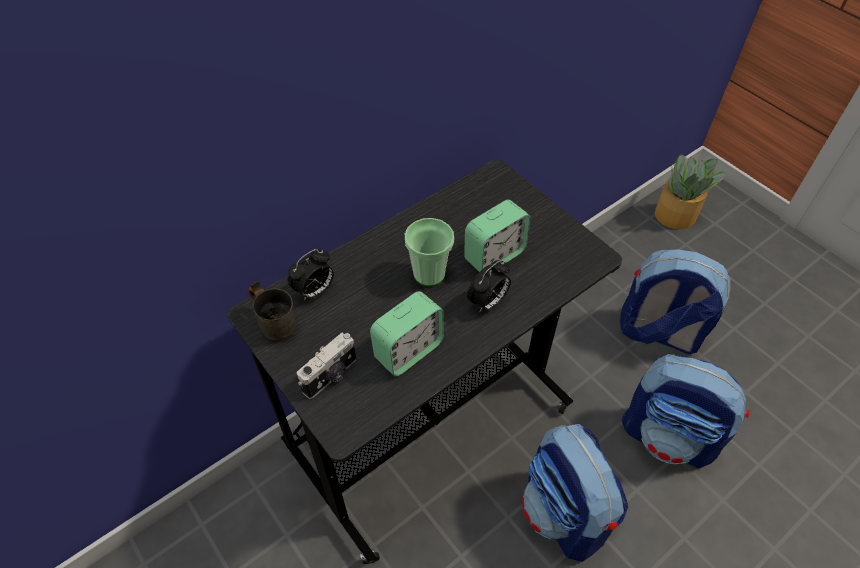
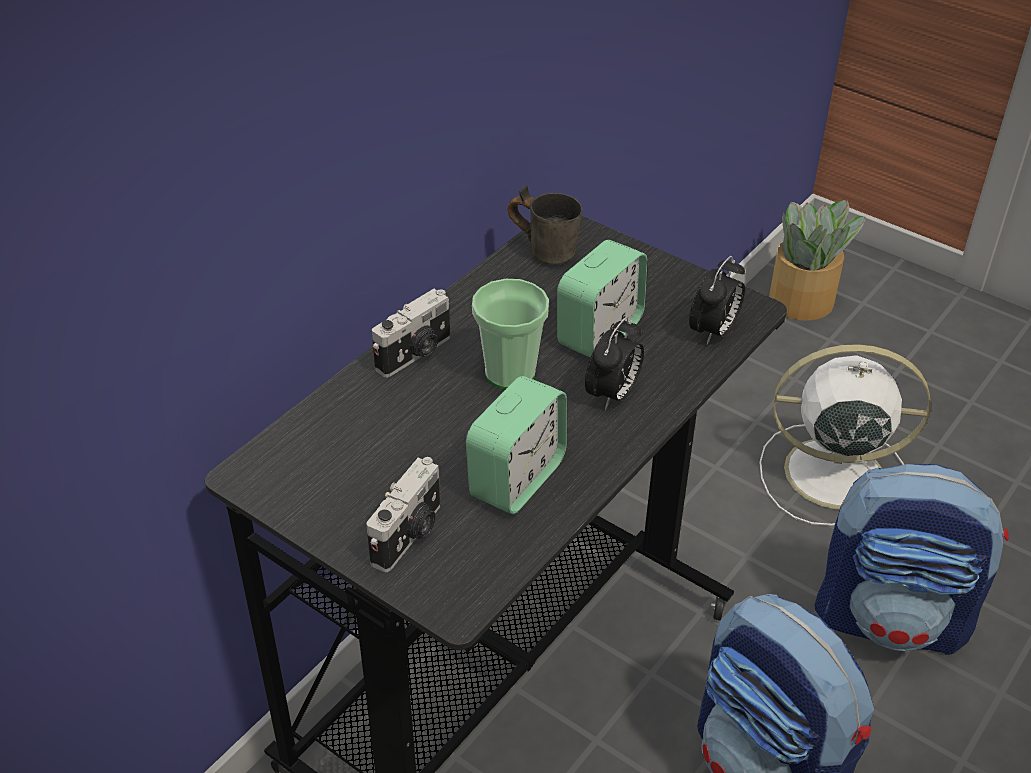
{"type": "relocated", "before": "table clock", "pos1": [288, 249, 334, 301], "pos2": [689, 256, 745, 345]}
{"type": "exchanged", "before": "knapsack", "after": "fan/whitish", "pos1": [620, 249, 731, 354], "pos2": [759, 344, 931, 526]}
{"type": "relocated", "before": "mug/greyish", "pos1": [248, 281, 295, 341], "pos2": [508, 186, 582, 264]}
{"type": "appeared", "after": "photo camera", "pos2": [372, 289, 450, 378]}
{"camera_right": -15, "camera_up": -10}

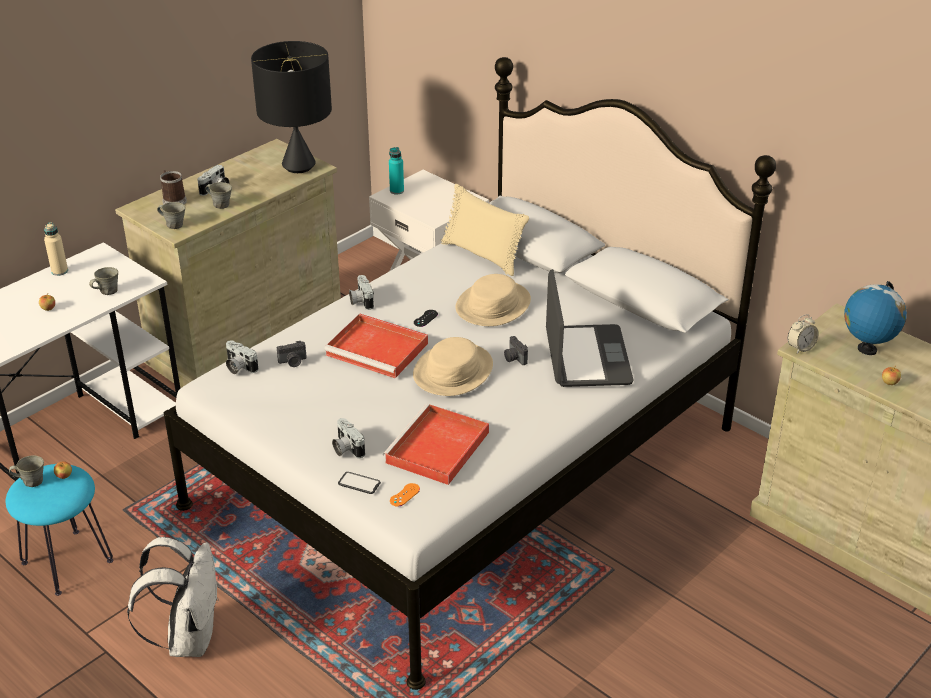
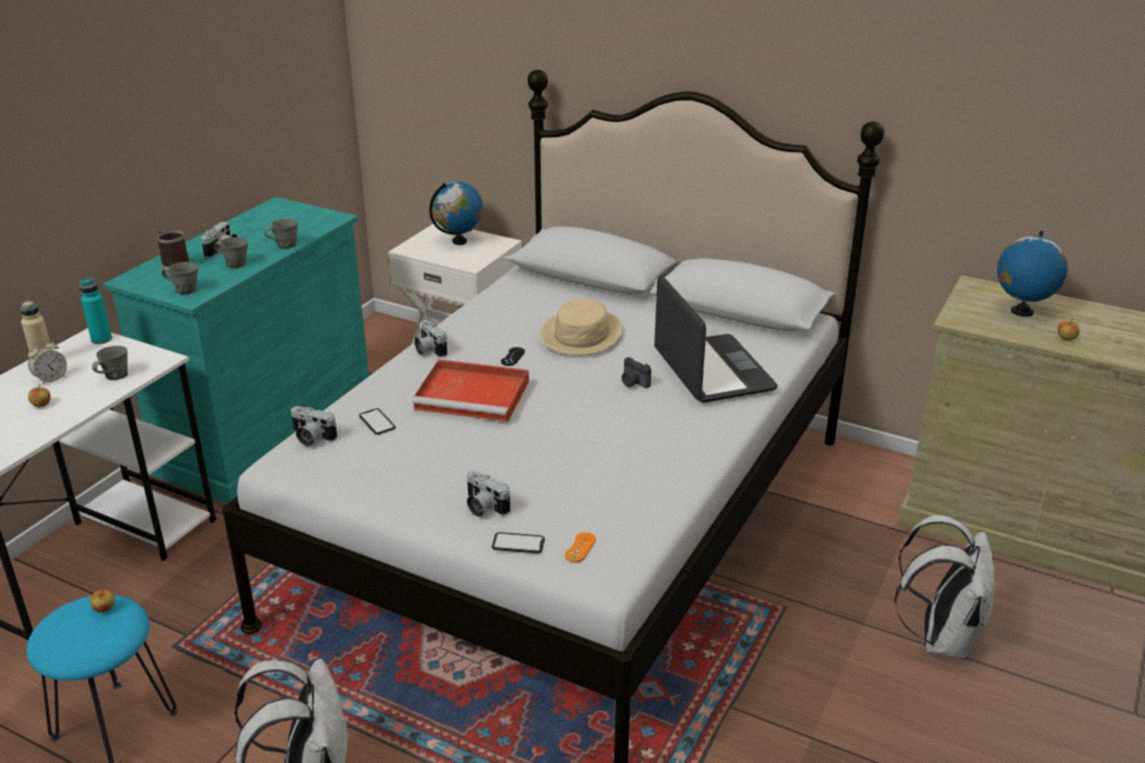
{"type": "missing", "before": "lamp for a table/blackish", "pos1": [251, 41, 332, 173]}
{"type": "colour", "before": "dresser/sand-coloured", "after": "dresser/blue-green", "pos1": [115, 139, 341, 388], "pos2": [103, 197, 369, 504]}
{"type": "relocated", "before": "bottle/blue-green", "pos1": [389, 147, 404, 195], "pos2": [79, 278, 112, 344]}
{"type": "missing", "before": "pillow/sand-coloured", "pos1": [441, 184, 529, 276]}
{"type": "relocated", "before": "table clock", "pos1": [788, 314, 819, 353], "pos2": [28, 339, 67, 385]}
{"type": "missing", "before": "wearable hat/sand-coloured", "pos1": [413, 337, 493, 396]}
{"type": "exchanged", "before": "photo camera", "after": "telephone", "pos1": [277, 341, 307, 367], "pos2": [359, 408, 395, 435]}
{"type": "missing", "before": "tray/red-coloured", "pos1": [383, 404, 489, 485]}
{"type": "relocated", "before": "mug/greyish", "pos1": [9, 455, 44, 487], "pos2": [264, 219, 298, 248]}
{"type": "appeared", "after": "world globe", "pos2": [429, 182, 483, 245]}
{"type": "appeared", "after": "knapsack/whitish", "pos2": [894, 515, 995, 660]}
{"camera_right": -15, "camera_up": -5}

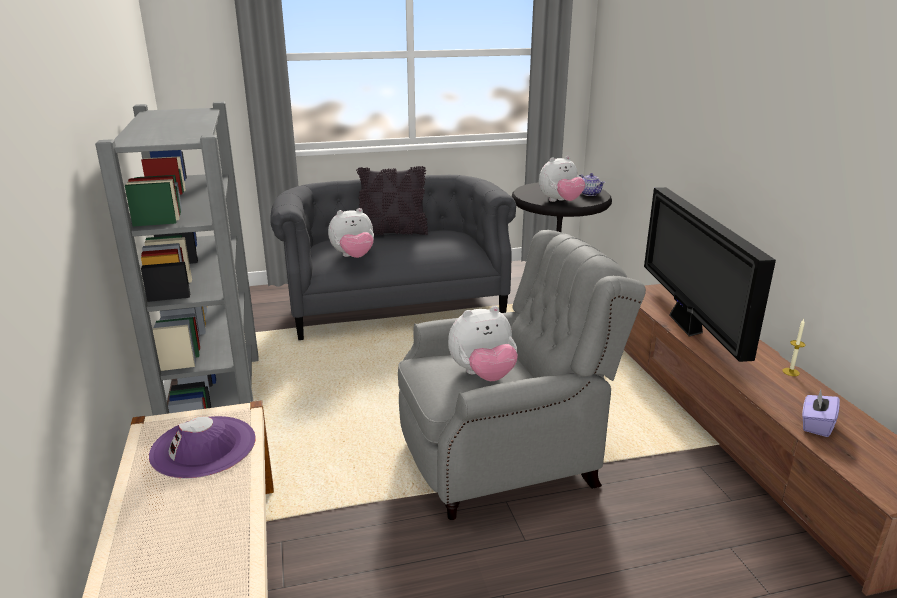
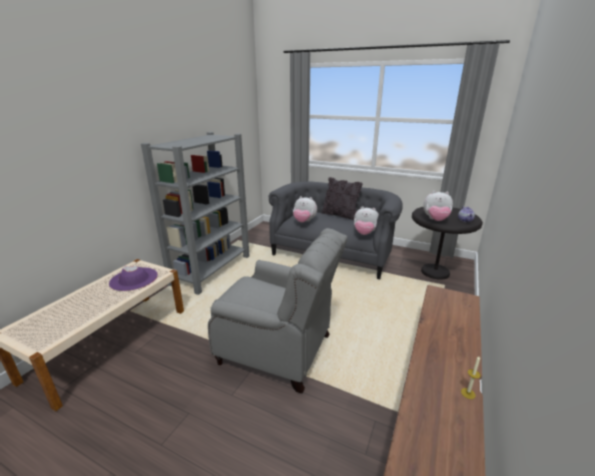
{"type": "missing", "before": "TV set", "pos1": [644, 187, 776, 362]}
{"type": "relocated", "before": "soft toy", "pos1": [448, 306, 518, 381], "pos2": [354, 206, 379, 235]}
{"type": "missing", "before": "tissue box/purplish", "pos1": [802, 389, 840, 437]}
{"camera_right": 40, "camera_up": 0}

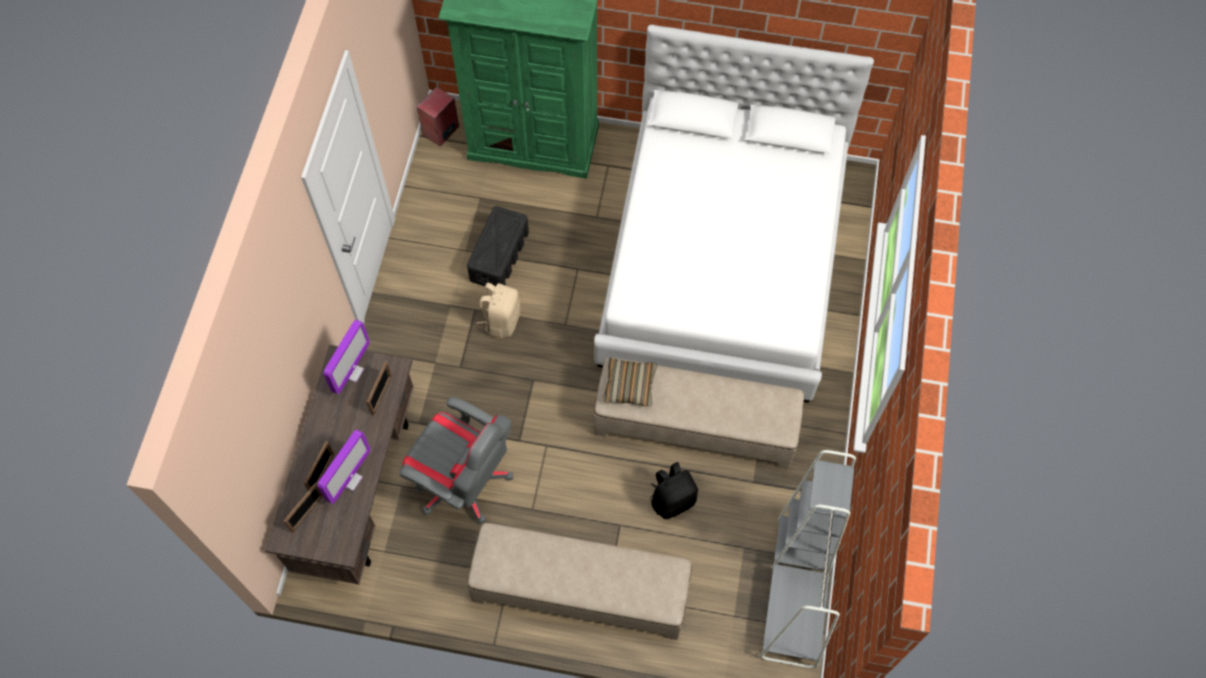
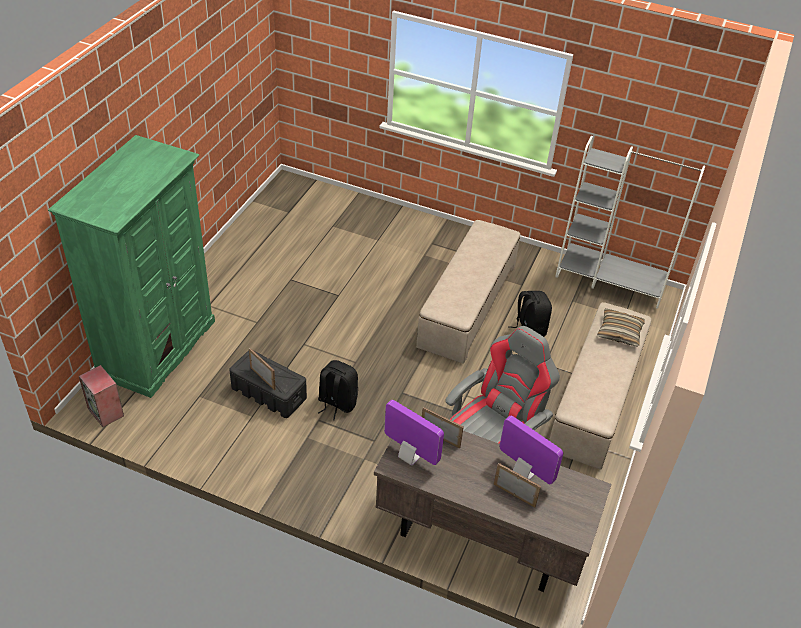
{"type": "missing", "before": "sleeping bed/whitish", "pos1": [594, 24, 874, 403]}
{"type": "colour", "before": "knapsack/sand-coloured", "after": "knapsack/blackish", "pos1": [477, 282, 520, 338], "pos2": [318, 360, 358, 420]}
{"type": "relocated", "before": "pillow", "pos1": [603, 358, 657, 406], "pos2": [597, 309, 645, 346]}
{"type": "relocated", "before": "standing frame", "pos1": [283, 482, 323, 533], "pos2": [249, 348, 276, 390]}
{"camera_right": -80, "camera_up": -20}

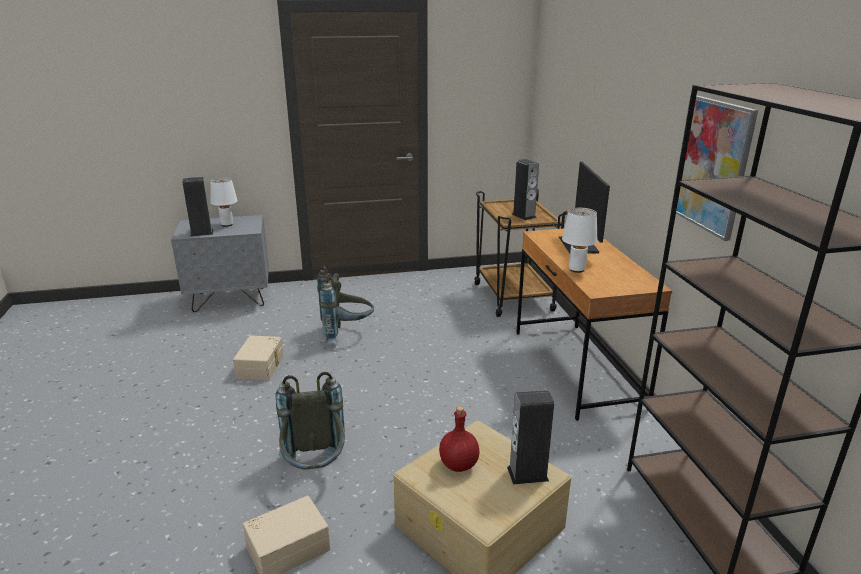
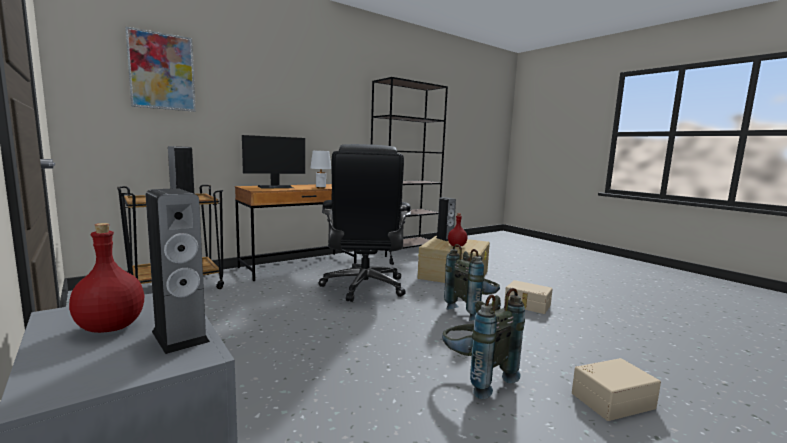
{"type": "relocated", "before": "wall art", "pos1": [671, 95, 758, 241], "pos2": [125, 27, 196, 112]}
{"type": "exchanged", "before": "lamp for a table/whitish", "after": "bottle/red-coloured", "pos1": [210, 178, 238, 227], "pos2": [69, 223, 145, 333]}
{"type": "relocated", "before": "knapsack/greyish", "pos1": [317, 266, 374, 344], "pos2": [442, 288, 525, 399]}
{"type": "relocated", "before": "storage bin/sand-coloured", "pos1": [233, 336, 284, 380], "pos2": [572, 358, 661, 421]}
{"type": "appeared", "after": "office chair/blackish", "pos2": [319, 144, 411, 302]}
{"camera_right": -115, "camera_up": -15}

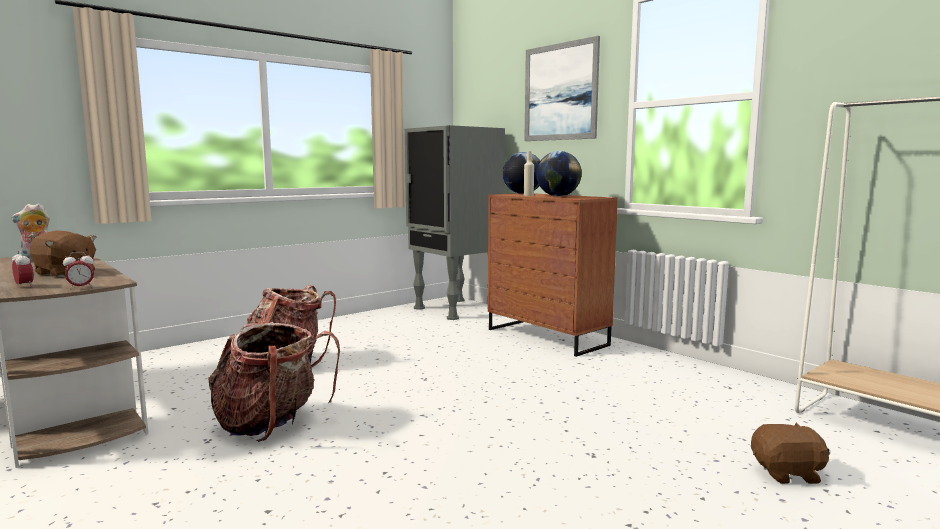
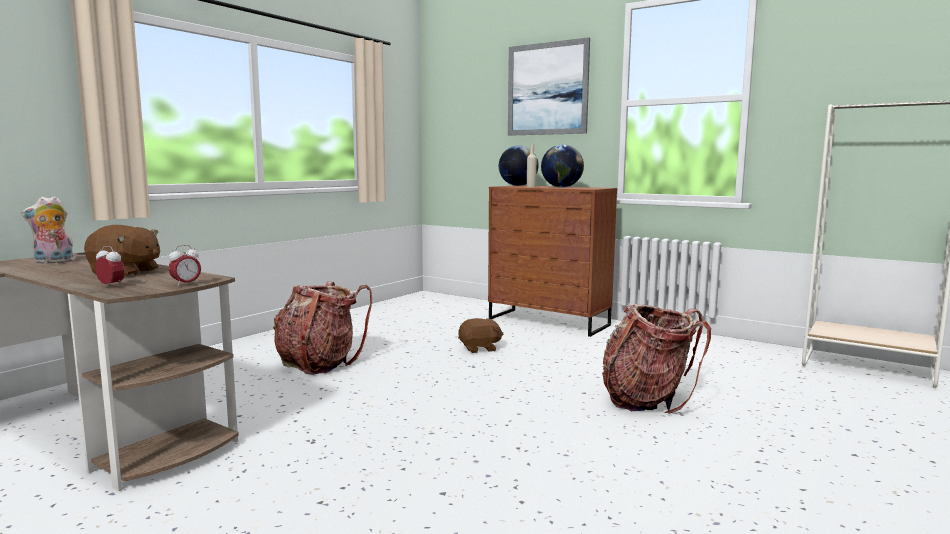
{"type": "missing", "before": "cabinet/greyish", "pos1": [405, 125, 505, 320]}
{"type": "relocated", "before": "knapsack", "pos1": [208, 322, 340, 442], "pos2": [602, 304, 711, 414]}
{"type": "relocated", "before": "soft toy/brown", "pos1": [751, 422, 830, 484], "pos2": [458, 318, 504, 353]}
{"camera_right": -15, "camera_up": 0}

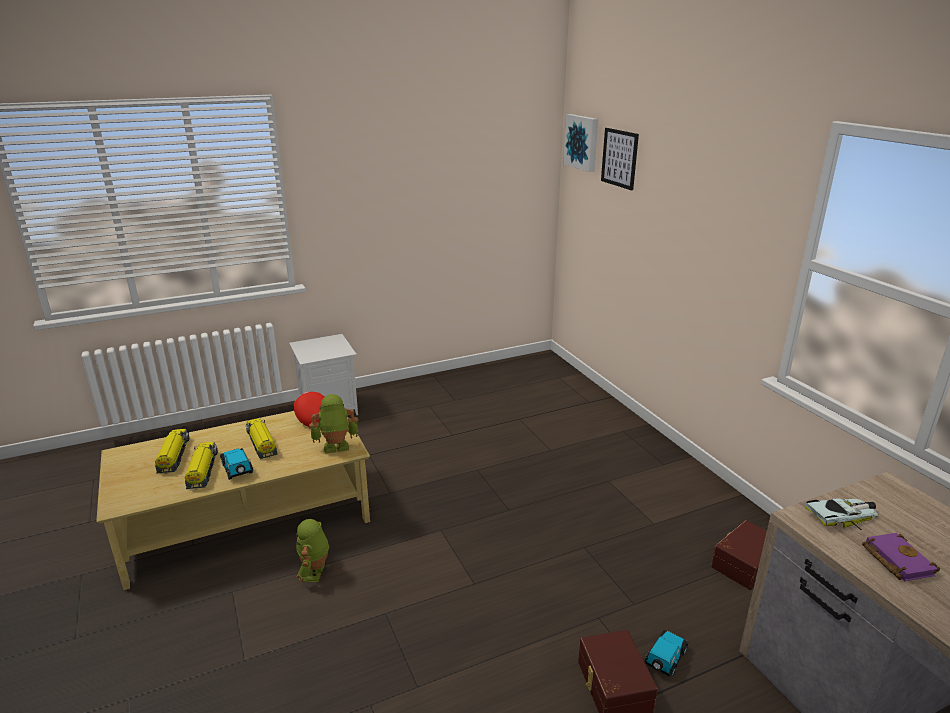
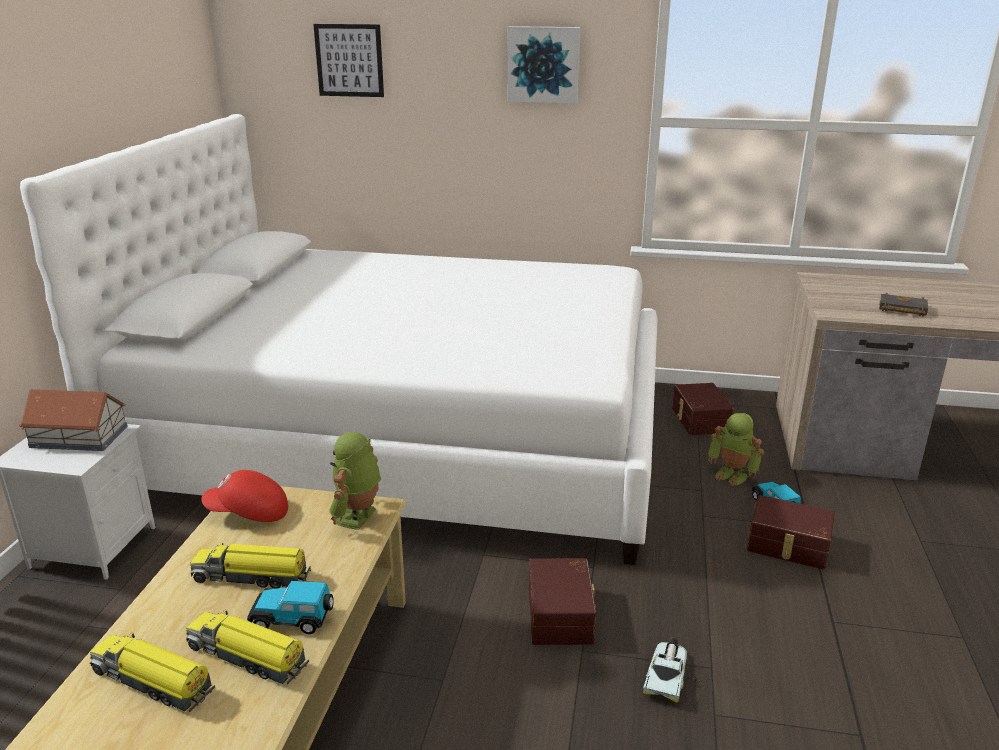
{"type": "relocated", "before": "wall art", "pos1": [563, 114, 598, 172], "pos2": [508, 26, 580, 103]}
{"type": "relocated", "before": "toy car", "pos1": [805, 498, 878, 530], "pos2": [643, 638, 700, 703]}
{"type": "relocated", "before": "model robot", "pos1": [296, 519, 329, 582], "pos2": [708, 413, 764, 486]}
{"type": "colour", "before": "book/purplish", "after": "book/blackish", "pos1": [862, 533, 940, 581], "pos2": [879, 293, 928, 316]}
{"type": "appeared", "after": "sleeping bed/whitish", "pos2": [20, 114, 658, 565]}
{"type": "appeared", "after": "miniature house", "pos2": [19, 389, 127, 451]}
{"type": "appeared", "after": "storage bin/brown", "pos2": [529, 558, 596, 645]}
{"camera_right": -55, "camera_up": 0}

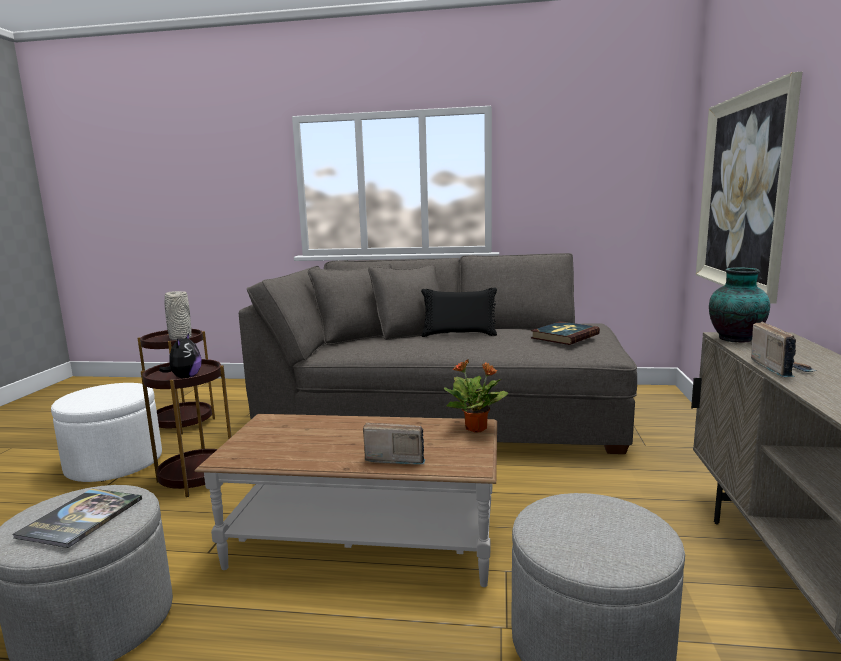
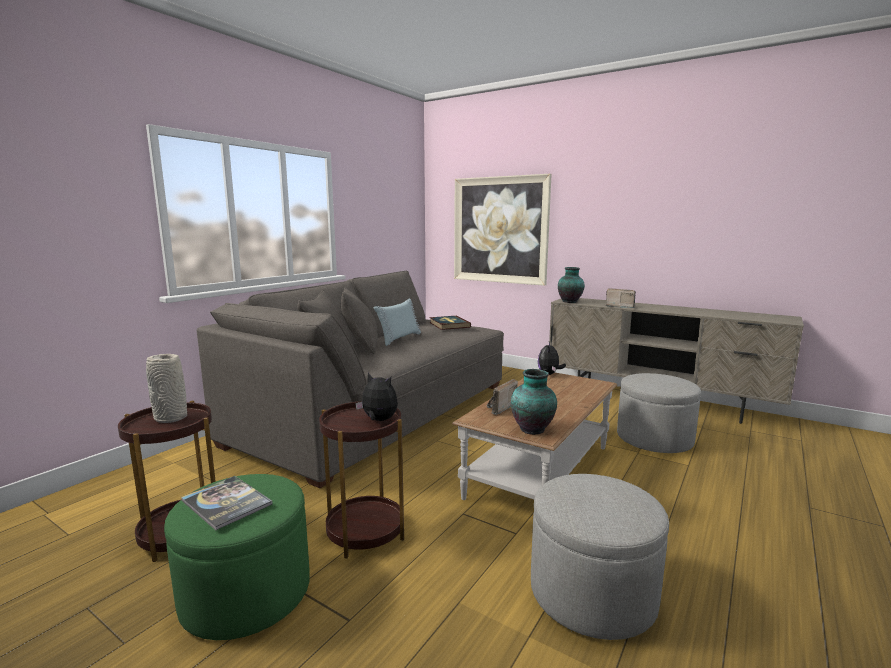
{"type": "colour", "before": "pillow/blackish", "after": "pillow/blue-coloured", "pos1": [421, 288, 497, 337], "pos2": [374, 299, 421, 346]}
{"type": "exchanged", "before": "houseplant", "after": "soft toy", "pos1": [443, 360, 508, 432], "pos2": [538, 342, 566, 375]}
{"type": "colour", "before": "ottoman/whitish", "after": "ottoman/green-coloured", "pos1": [51, 383, 162, 482], "pos2": [164, 474, 310, 640]}
{"type": "relocated", "before": "radio set", "pos1": [363, 423, 425, 464], "pos2": [487, 379, 518, 415]}
{"type": "relocated", "before": "book", "pos1": [12, 489, 142, 548], "pos2": [181, 476, 273, 530]}
{"type": "appeared", "after": "vase", "pos2": [511, 369, 557, 435]}
{"camera_right": -65, "camera_up": 0}

